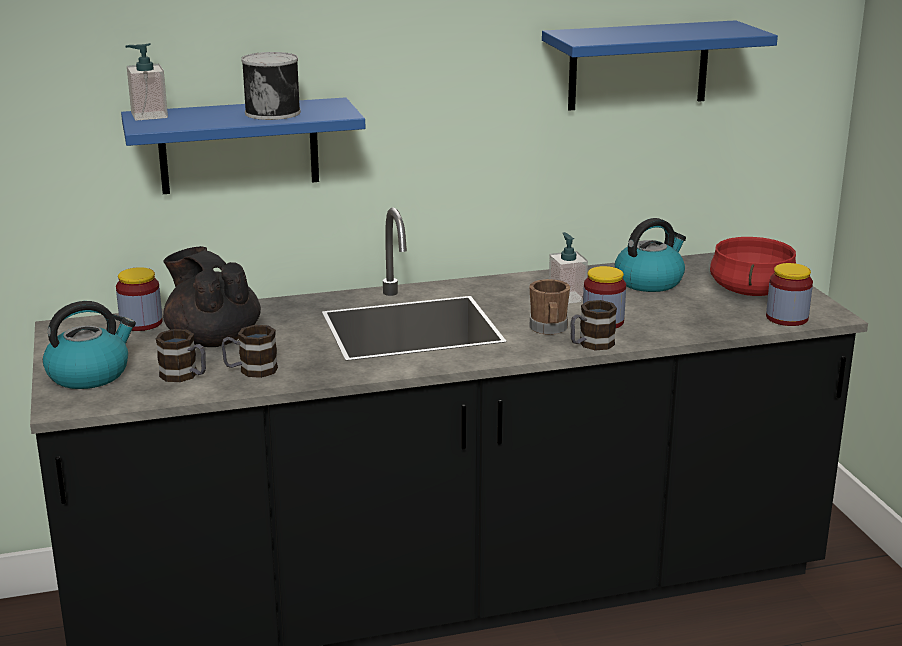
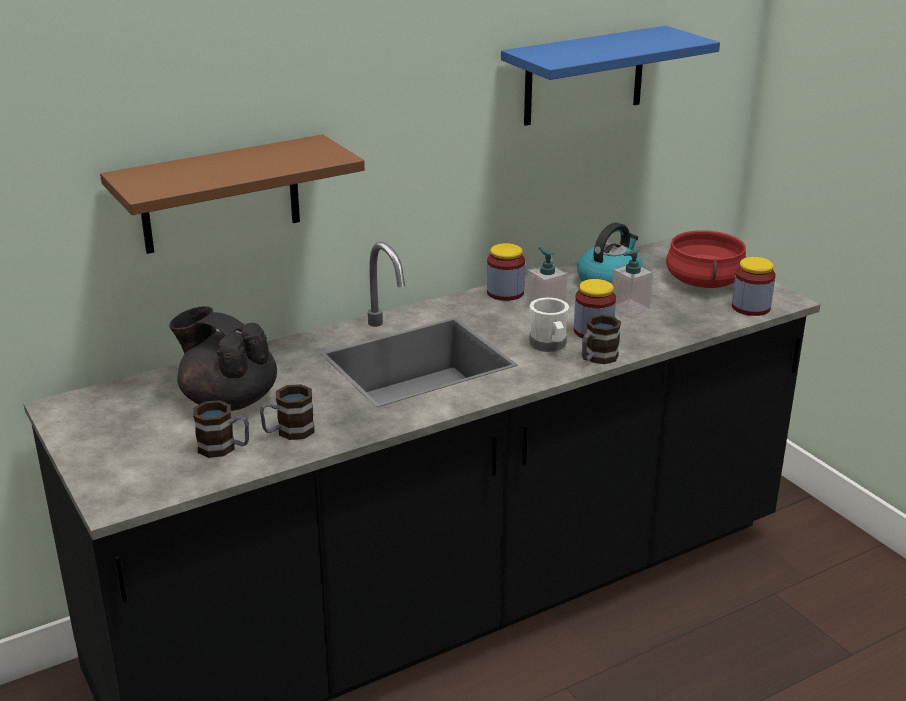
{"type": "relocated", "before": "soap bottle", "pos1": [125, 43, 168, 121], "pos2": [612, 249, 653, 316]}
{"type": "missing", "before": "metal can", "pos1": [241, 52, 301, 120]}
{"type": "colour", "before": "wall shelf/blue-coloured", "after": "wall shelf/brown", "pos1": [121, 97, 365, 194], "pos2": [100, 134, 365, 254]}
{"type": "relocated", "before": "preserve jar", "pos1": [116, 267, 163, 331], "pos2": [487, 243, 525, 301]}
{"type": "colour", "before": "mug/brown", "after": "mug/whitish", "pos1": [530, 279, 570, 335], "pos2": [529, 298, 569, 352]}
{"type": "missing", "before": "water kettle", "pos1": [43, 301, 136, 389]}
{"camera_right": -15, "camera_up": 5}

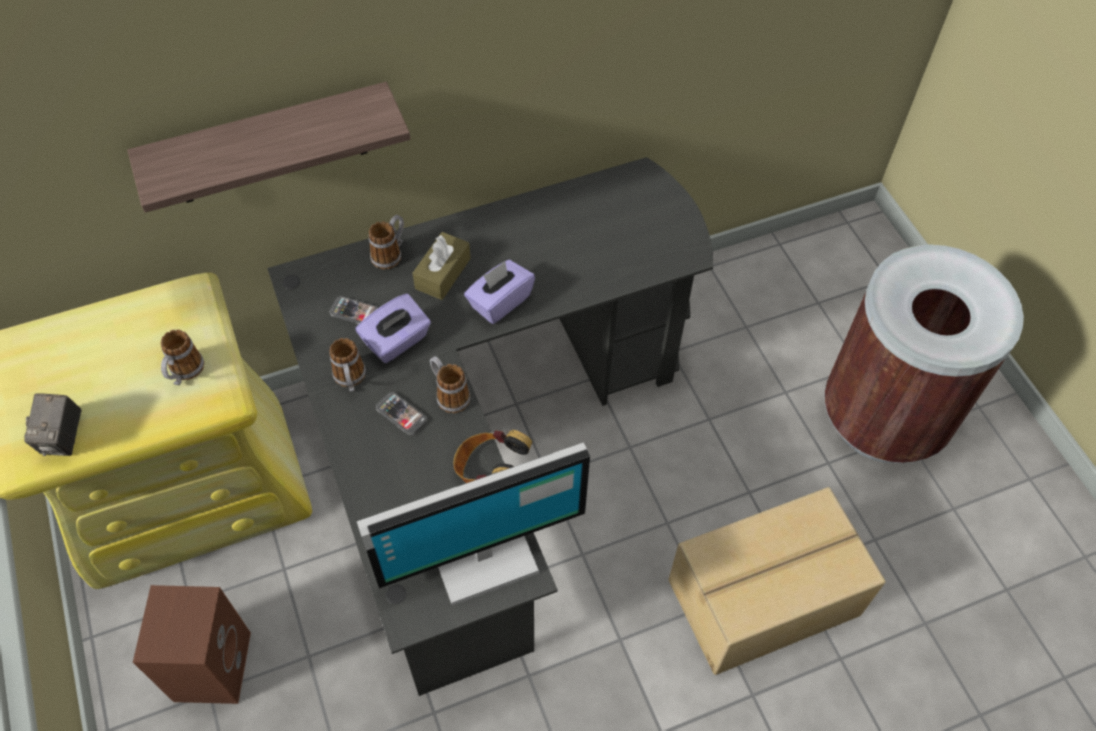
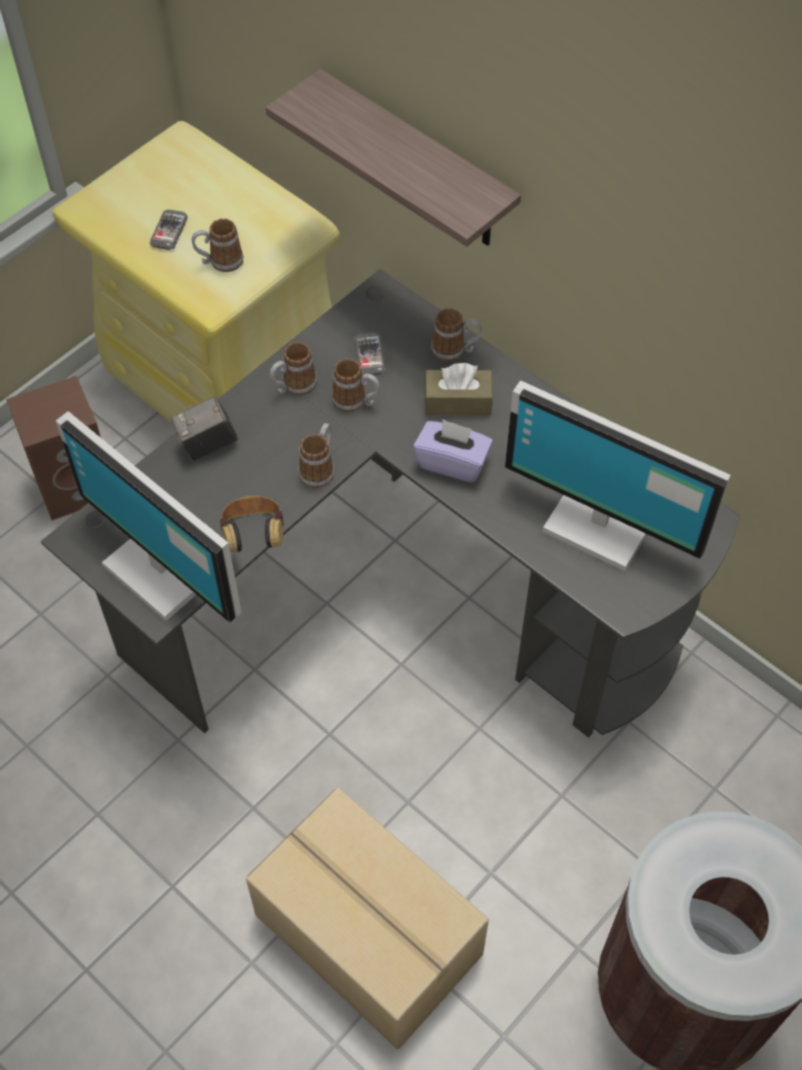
{"type": "exchanged", "before": "tissue box/purplish", "after": "mug", "pos1": [356, 294, 431, 363], "pos2": [332, 358, 380, 412]}
{"type": "relocated", "before": "telephone", "pos1": [376, 392, 427, 435], "pos2": [150, 209, 188, 250]}
{"type": "relocated", "before": "photo camera", "pos1": [24, 393, 82, 456], "pos2": [171, 396, 238, 461]}
{"type": "appeared", "after": "computer display", "pos2": [505, 380, 731, 571]}
{"camera_right": 65, "camera_up": 0}

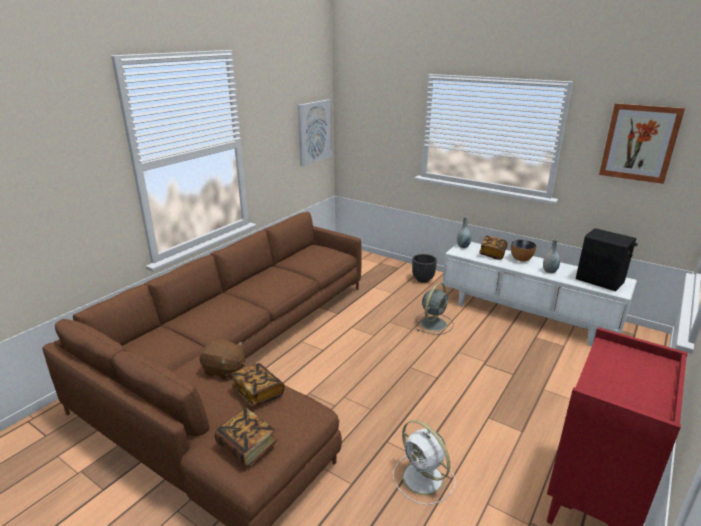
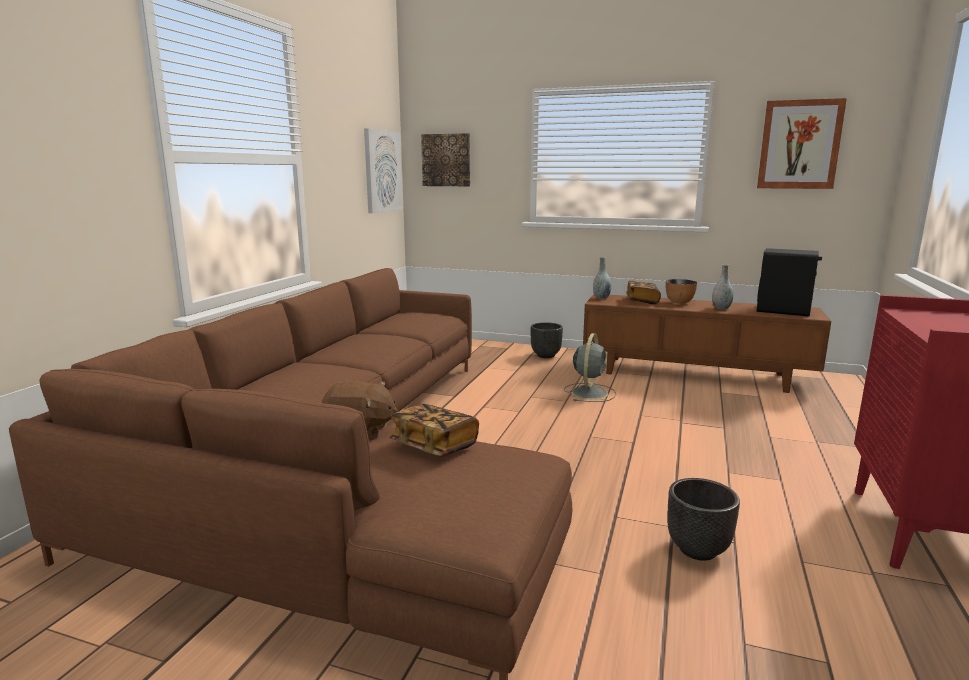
{"type": "colour", "before": "tv stand/whitish", "after": "tv stand/brown", "pos1": [443, 242, 637, 346], "pos2": [583, 294, 831, 393]}
{"type": "missing", "before": "book", "pos1": [215, 408, 278, 467]}
{"type": "exchanged", "before": "fan/whitish", "after": "plant pot/blackish", "pos1": [393, 420, 456, 505], "pos2": [667, 478, 740, 561]}
{"type": "appeared", "after": "wall art", "pos2": [421, 133, 470, 186]}
{"camera_right": -15, "camera_up": -10}

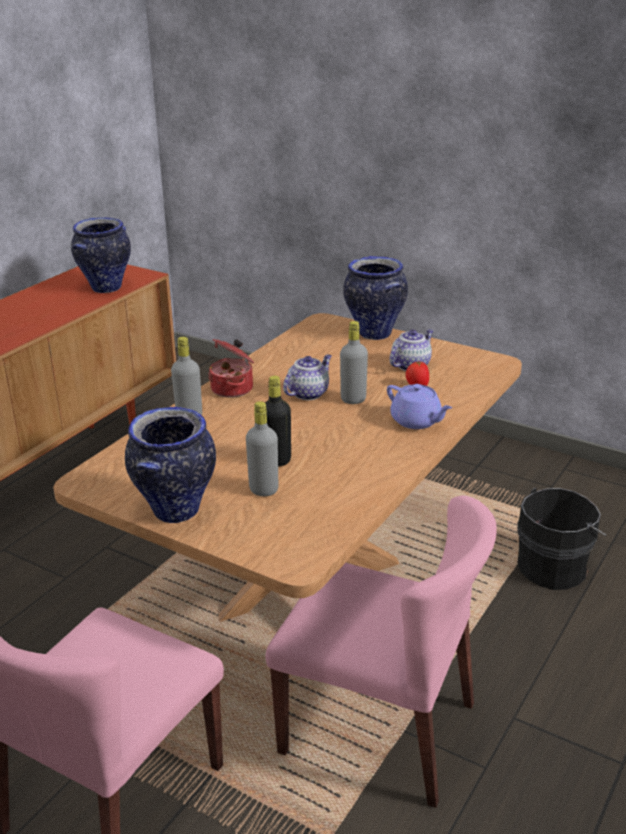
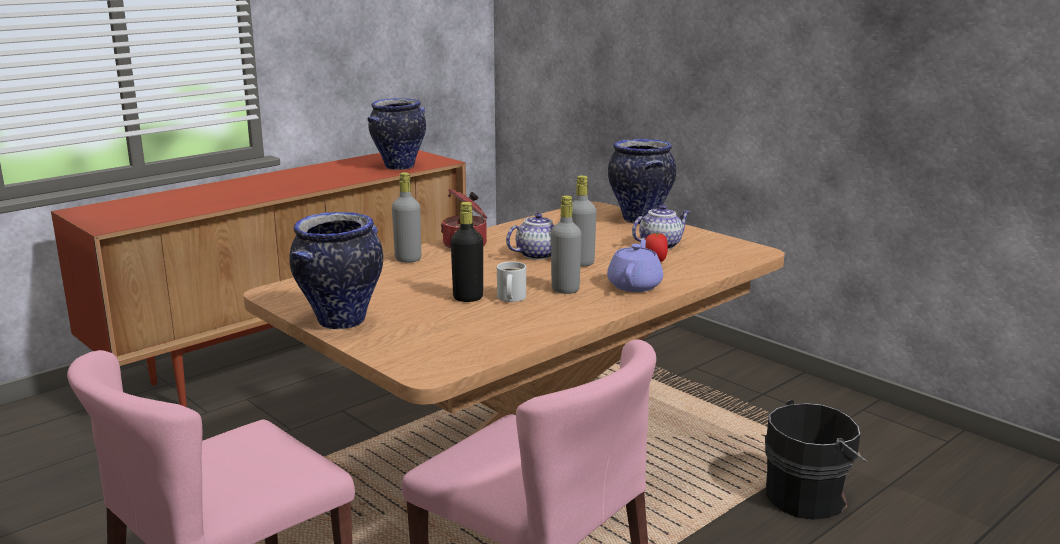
{"type": "spun", "before": "pot for tea/purplish", "pos1": [387, 384, 452, 429], "pos2": [607, 240, 663, 292], "turn": -135}
{"type": "relocated", "before": "bottle/greyish", "pos1": [246, 401, 278, 496], "pos2": [551, 195, 581, 294]}
{"type": "appeared", "after": "mug/whitish", "pos2": [497, 261, 526, 302]}
{"camera_right": 15, "camera_up": -10}

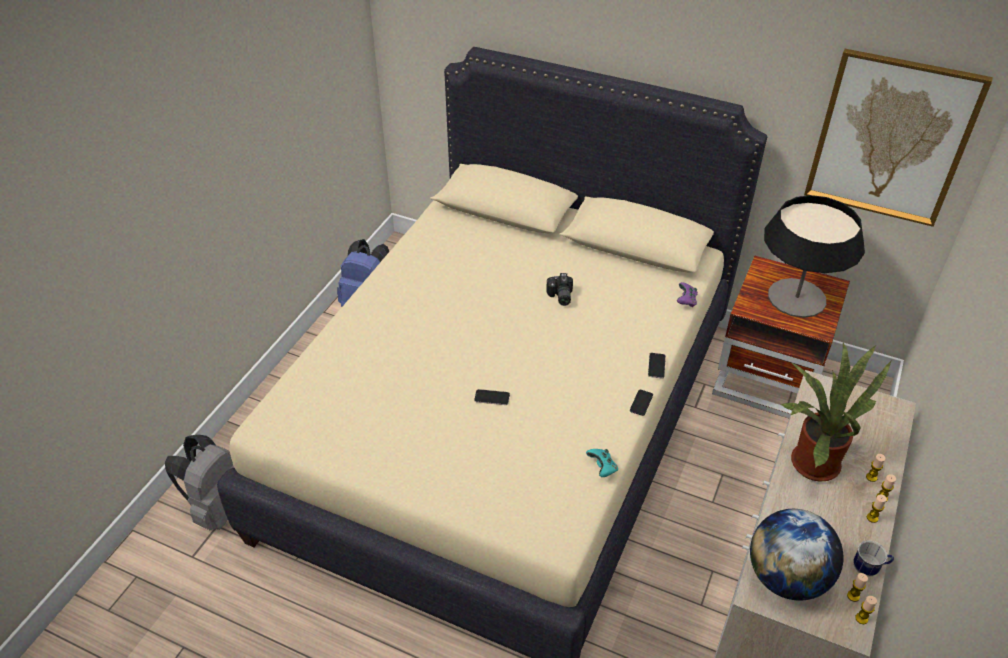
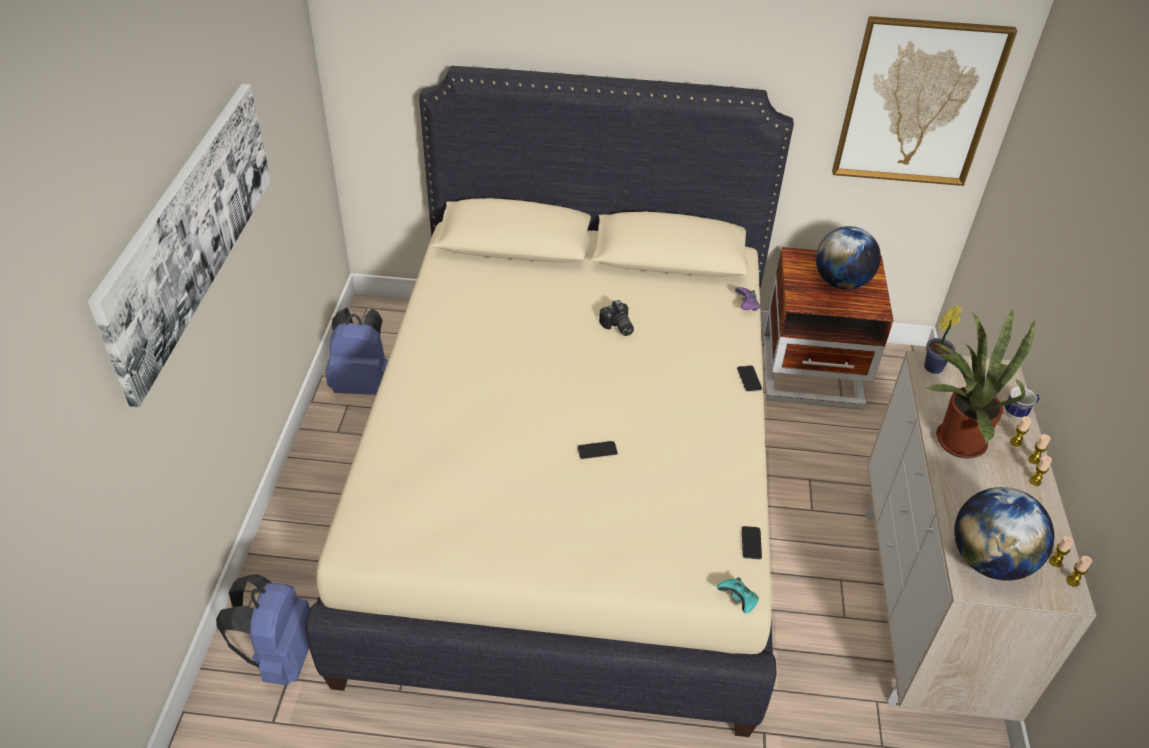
{"type": "exchanged", "before": "lamp for a table", "after": "world globe", "pos1": [764, 195, 865, 318], "pos2": [816, 226, 881, 290]}
{"type": "relocated", "before": "telephone", "pos1": [630, 390, 653, 416], "pos2": [742, 526, 762, 559]}
{"type": "colour", "before": "knapsack/greyish", "after": "knapsack/blue-coloured", "pos1": [165, 435, 234, 530], "pos2": [216, 574, 310, 685]}
{"type": "relocated", "before": "game controller/blue-green", "pos1": [586, 449, 618, 477], "pos2": [717, 577, 759, 613]}
{"type": "relocated", "before": "mug", "pos1": [853, 540, 894, 576], "pos2": [1005, 387, 1040, 419]}
{"type": "appeared", "after": "wall art", "pos2": [88, 84, 271, 407]}
{"type": "appeared", "after": "houseplant", "pos2": [924, 305, 962, 374]}
{"camera_right": -20, "camera_up": 0}

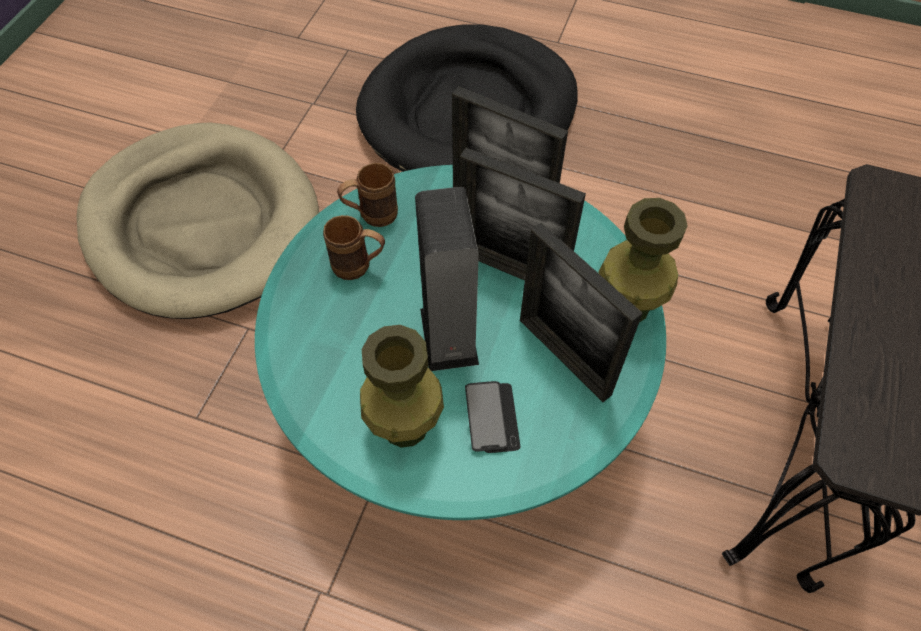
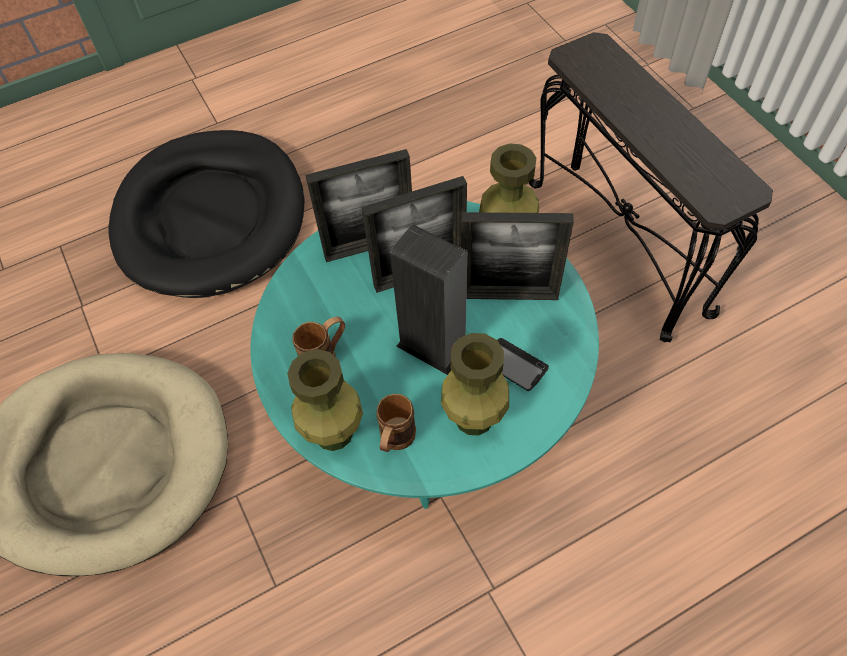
{"type": "relocated", "before": "mug/brown", "pos1": [337, 163, 398, 227], "pos2": [376, 394, 416, 452]}
{"type": "appeared", "after": "vase/green-coloured", "pos2": [287, 349, 363, 451]}
{"camera_right": -45, "camera_up": 0}

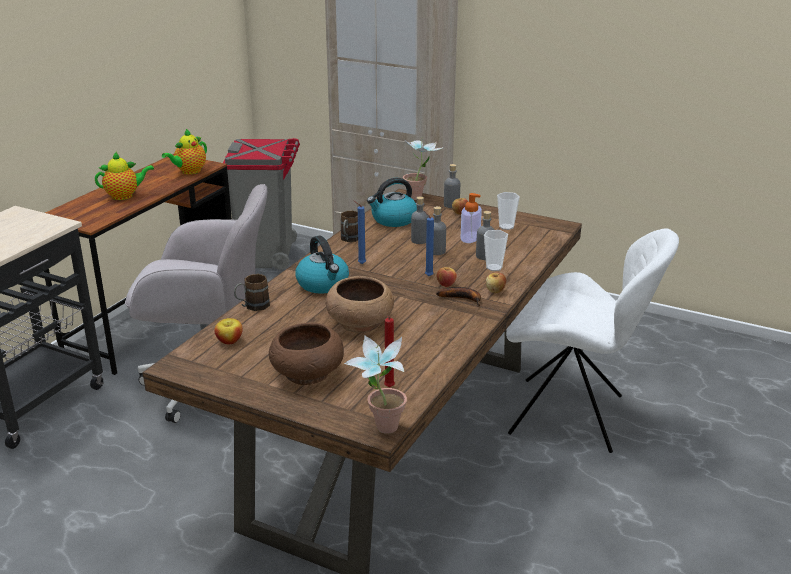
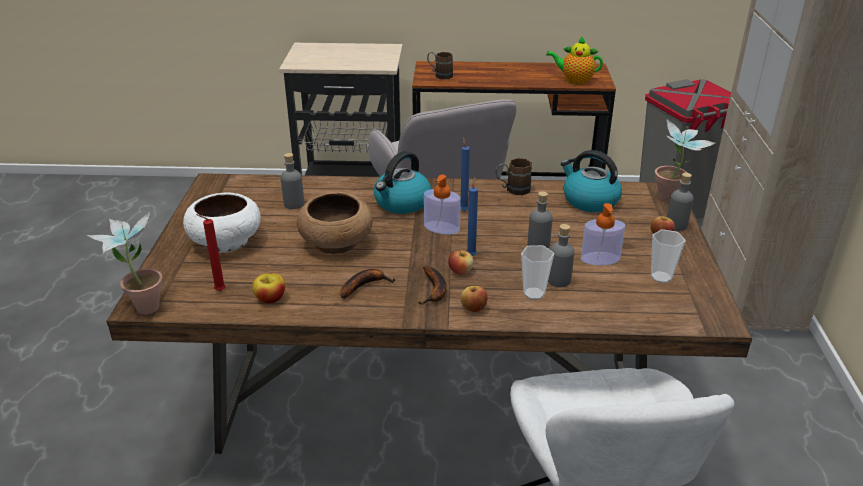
{"type": "missing", "before": "pot for tea", "pos1": [95, 152, 154, 200]}
{"type": "relocated", "before": "bottle/greyish", "pos1": [411, 196, 429, 244], "pos2": [281, 153, 304, 209]}
{"type": "relocated", "before": "mug/brown", "pos1": [234, 274, 270, 311], "pos2": [427, 52, 453, 79]}
{"type": "relocated", "before": "apple fruit", "pos1": [214, 318, 243, 344], "pos2": [252, 273, 285, 304]}
{"type": "colour", "before": "serving bowl/brown", "after": "serving bowl/whitish", "pos1": [269, 323, 344, 385], "pos2": [183, 193, 261, 253]}
{"type": "appeared", "after": "soap bottle", "pos2": [424, 175, 461, 234]}
{"type": "appeared", "after": "whole banana", "pos2": [340, 269, 395, 299]}
{"camera_right": 65, "camera_up": 5}

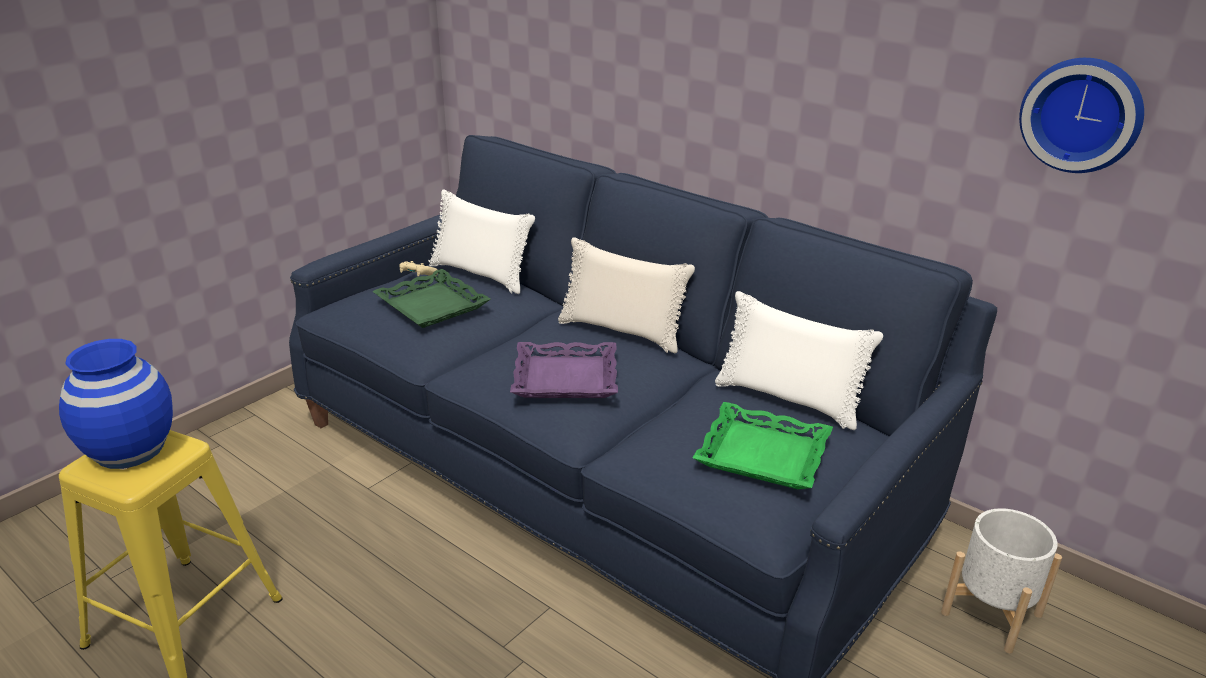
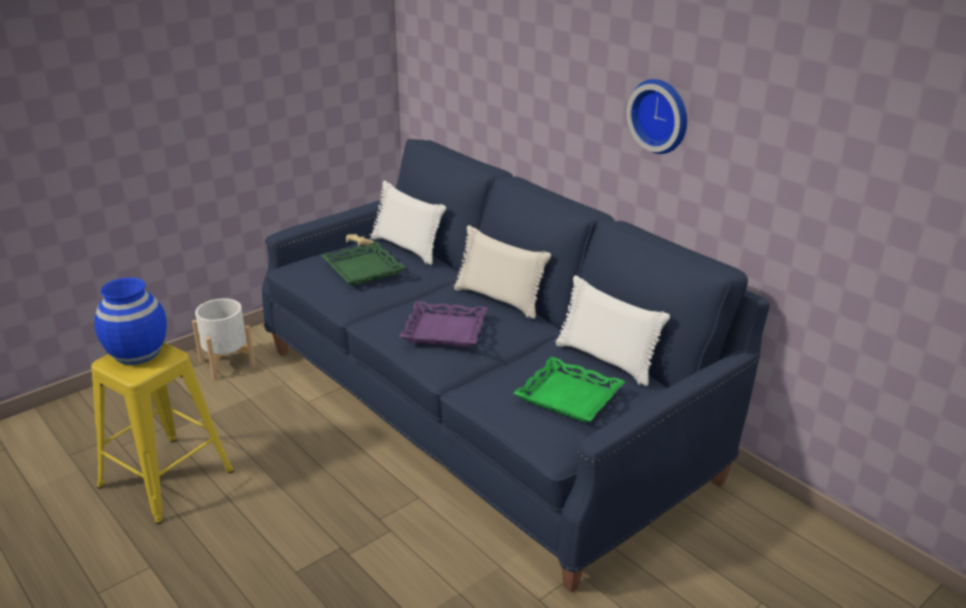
{"type": "relocated", "before": "hanging clock", "pos1": [1019, 58, 1144, 173], "pos2": [626, 79, 687, 154]}
{"type": "relocated", "before": "plant pot/whitish", "pos1": [941, 508, 1062, 653], "pos2": [192, 299, 256, 380]}
{"camera_right": 10, "camera_up": 0}

